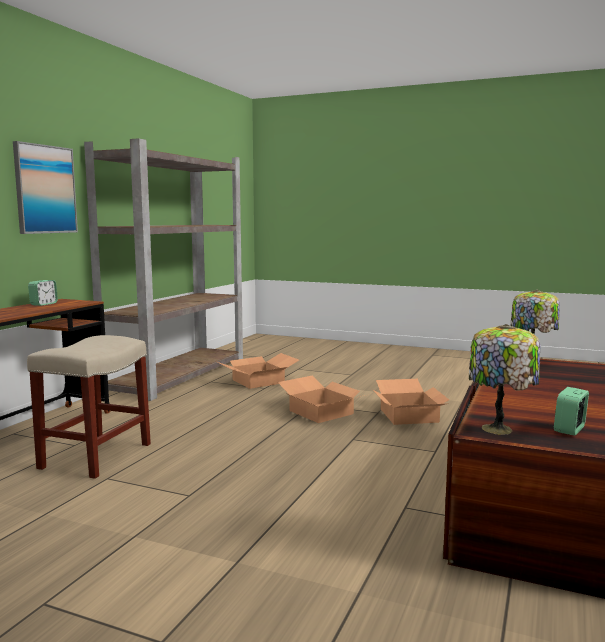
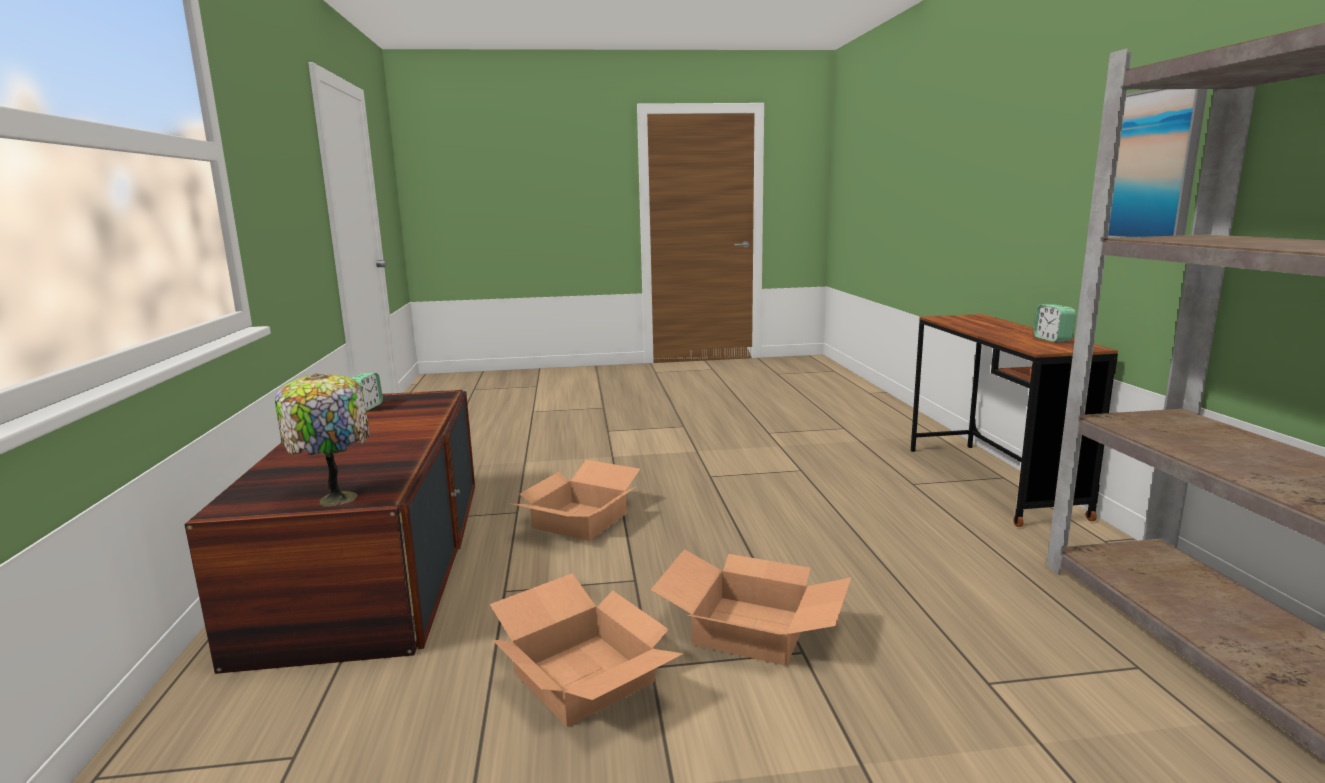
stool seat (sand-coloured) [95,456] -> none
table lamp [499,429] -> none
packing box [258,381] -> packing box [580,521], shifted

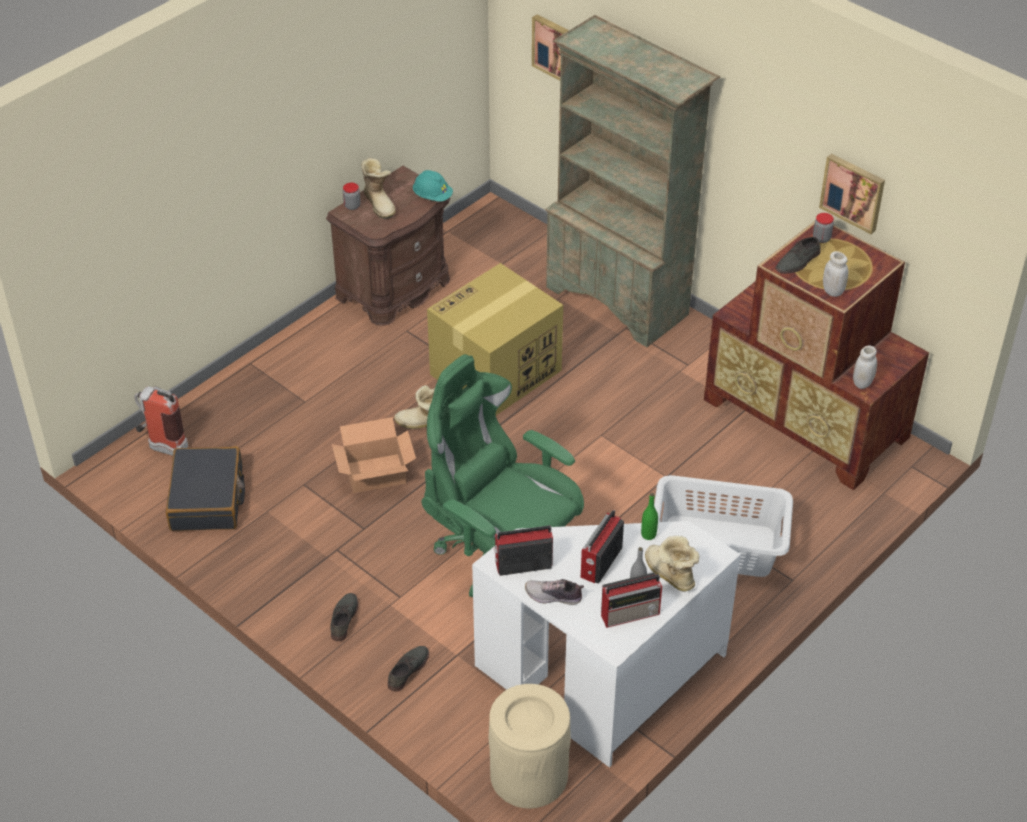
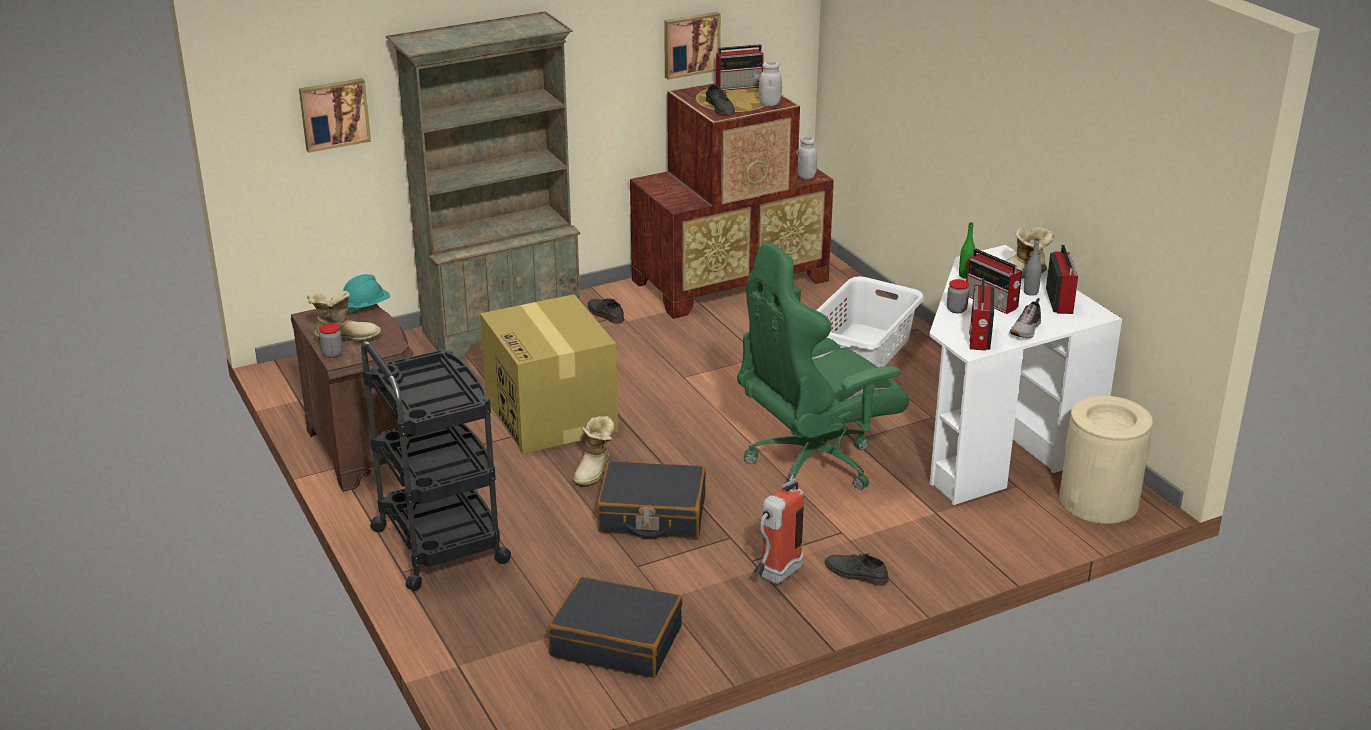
none -> trolley (black) [441,545]
none -> radio receiver [740,86]
fire extinguisher [162,446] -> fire extinguisher [775,577], shifted
shoe (greyish) [407,669] -> shoe (greyish) [605,314], shifted
jar [821,238] -> jar [956,309], shifted
packing box [376,473] -> suitcase (black) [652,515]

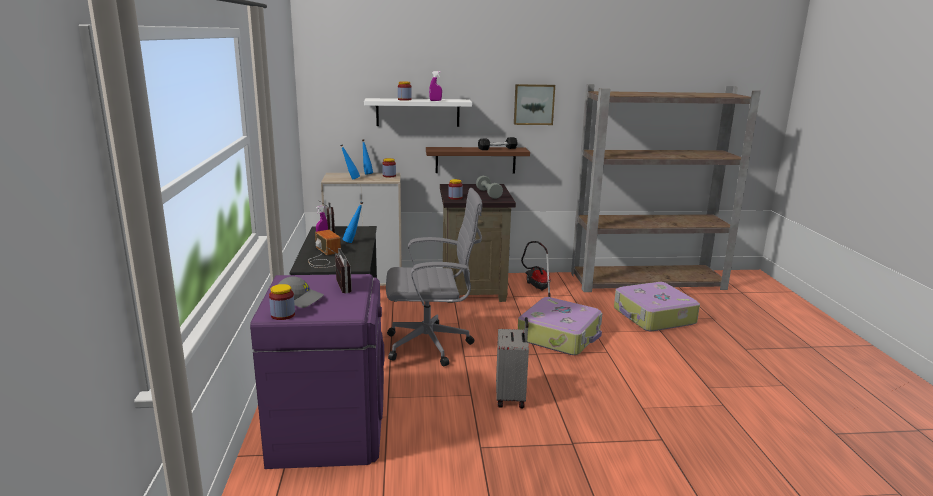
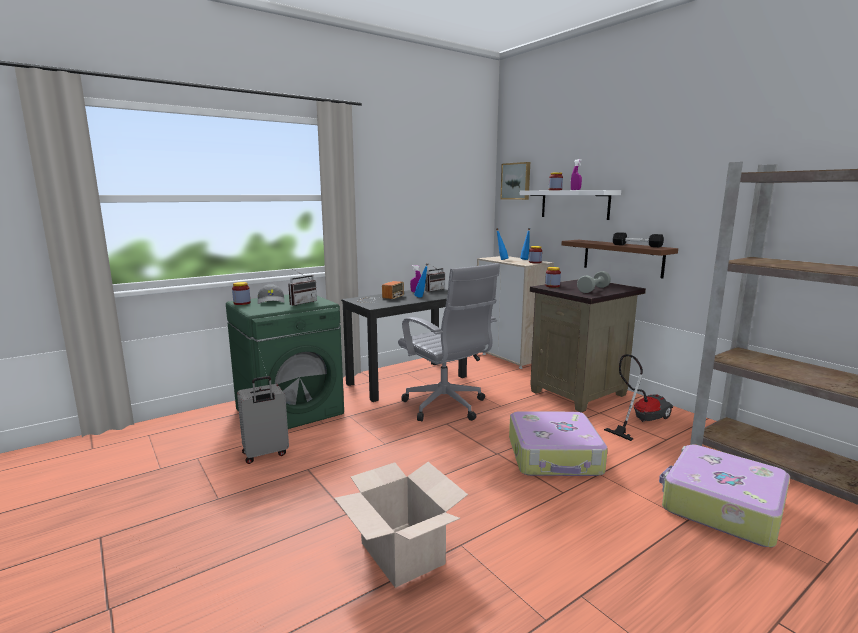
none -> packing box [403,553]
suitcase (greyish) [511,397] -> suitcase (greyish) [265,454], shifted
wall picture [533,104] -> wall picture [516,181], shifted
washing machine (purple-coloured) [330,429] -> washing machine (greenish) [292,411]

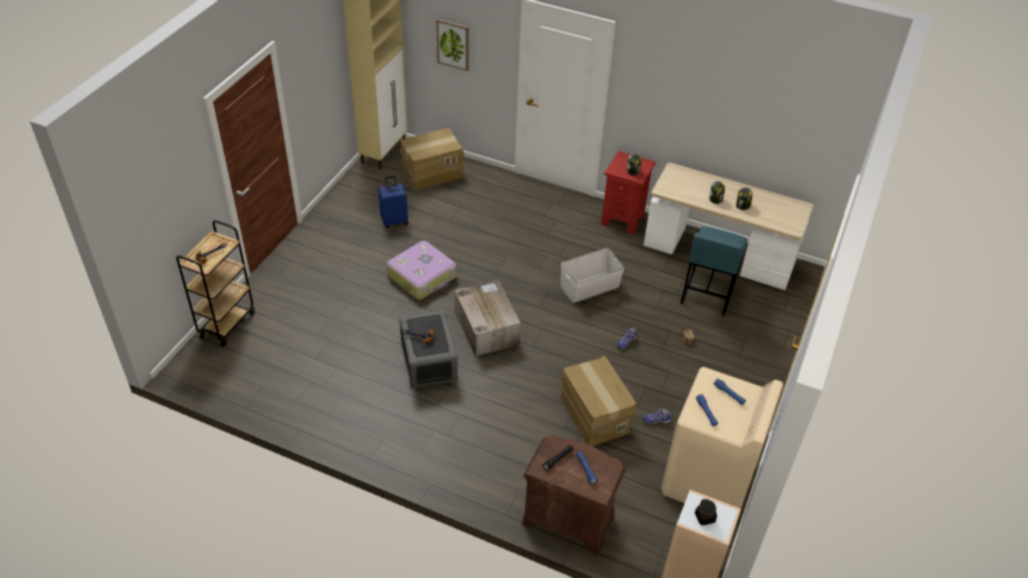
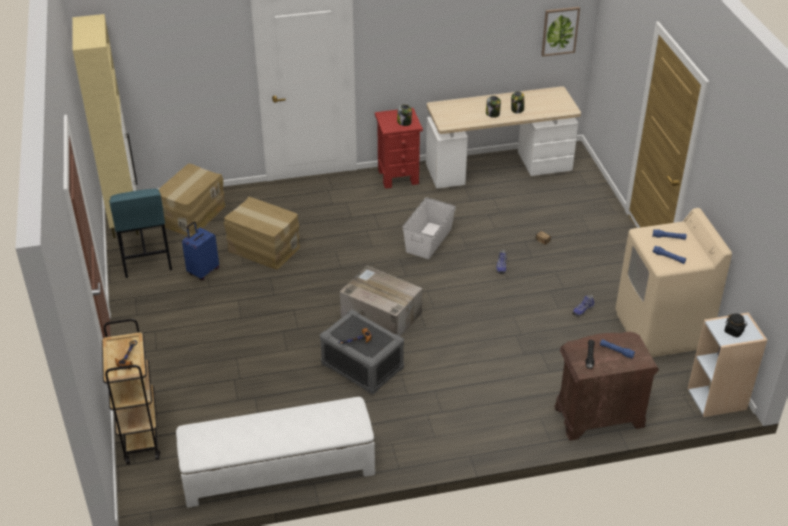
suitcase [423,276] -> none
none -> indoor bench (white-coloured) [277,469]
wall picture [453,44] -> wall picture [560,31], shifted
packing box [593,415] -> packing box [263,249], shifted
stool seat (blue) [707,294] -> stool seat (blue) [146,259], shifted

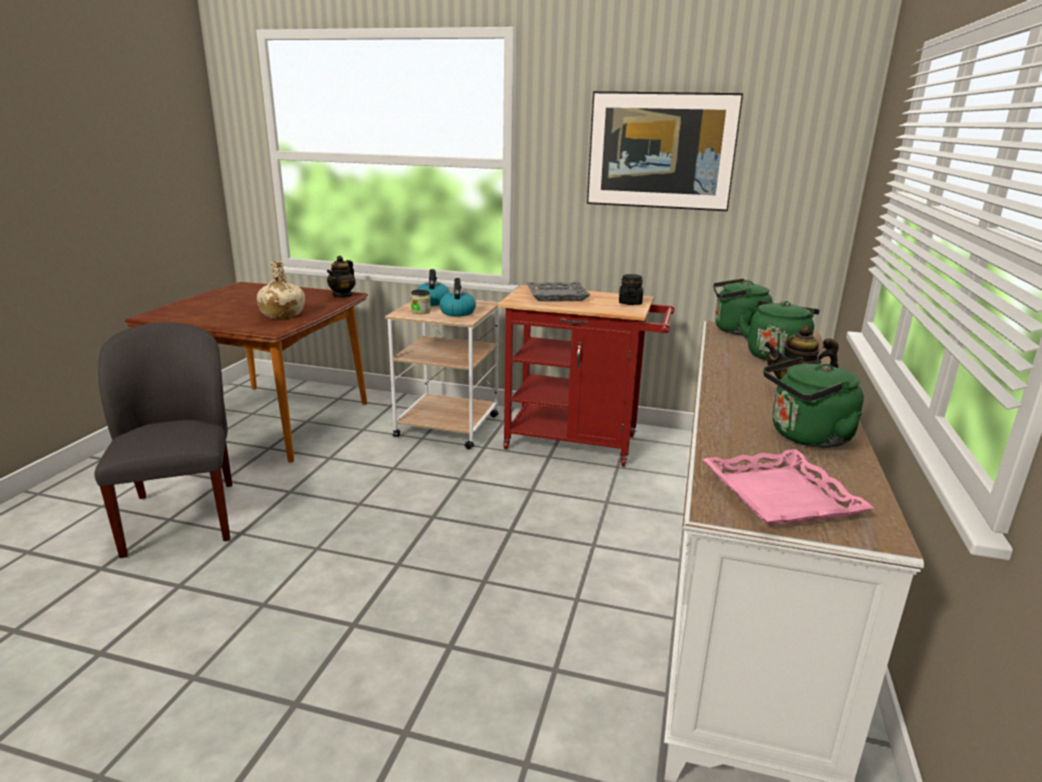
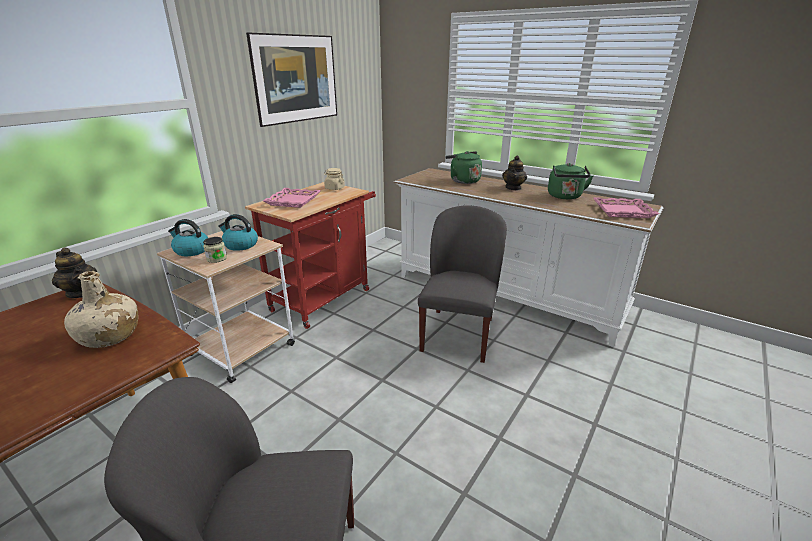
water kettle (greenish) [736,330] -> none
none -> upright chair (greyish) [458,333]
tray (greyish) [557,296] -> tray (pinkish) [293,201]
jar (black) [630,303] -> jar (sand-coloured) [334,188]

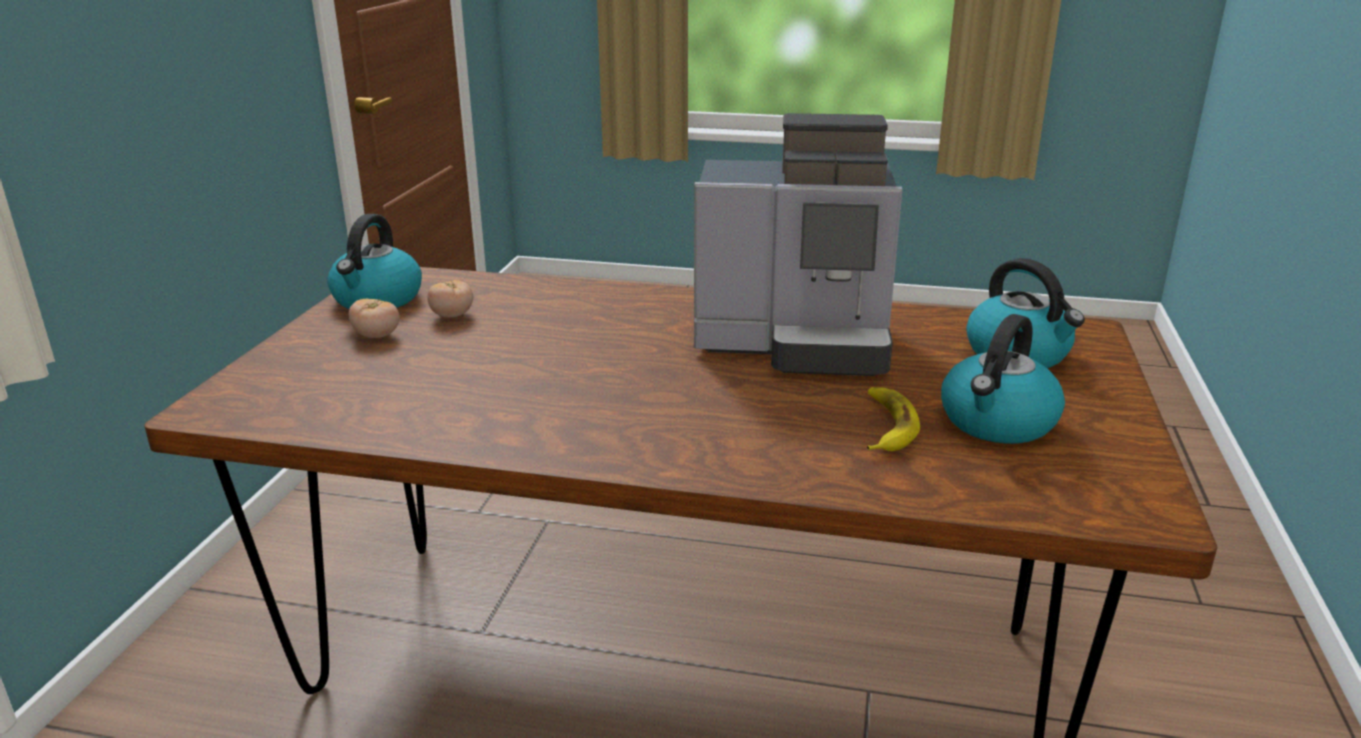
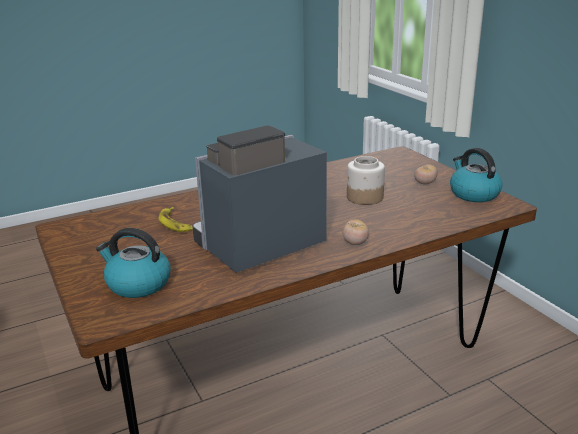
water kettle [997,422] -> none
none -> jar [364,197]
fresh tomato [452,316] -> fresh tomato [355,243], shifted

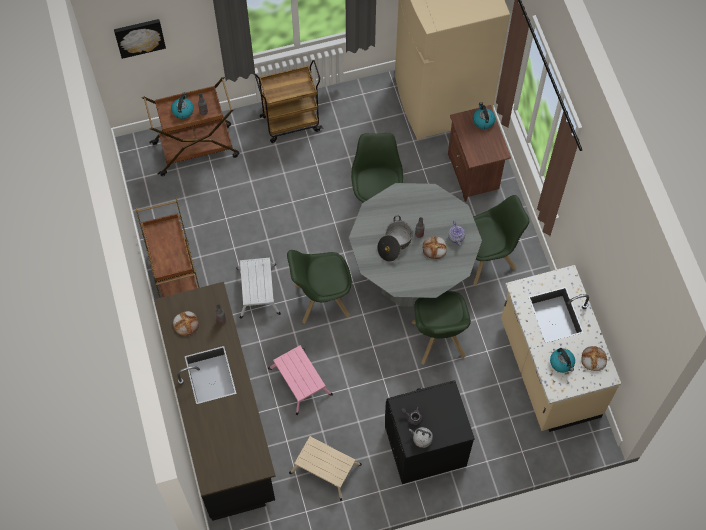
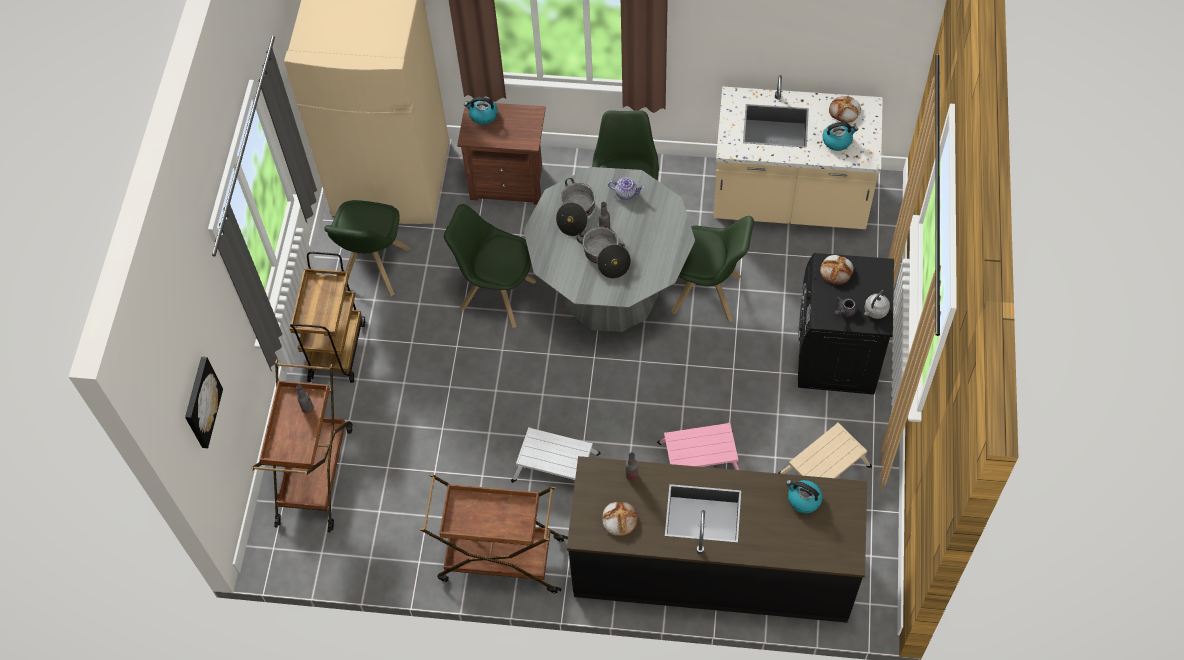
none -> saucepot [576,214]
water kettle [183,110] -> water kettle [803,499], shifted
upright chair (greenish) [321,300] -> upright chair (greenish) [374,268], shifted
bread [434,248] -> bread [836,271], shifted

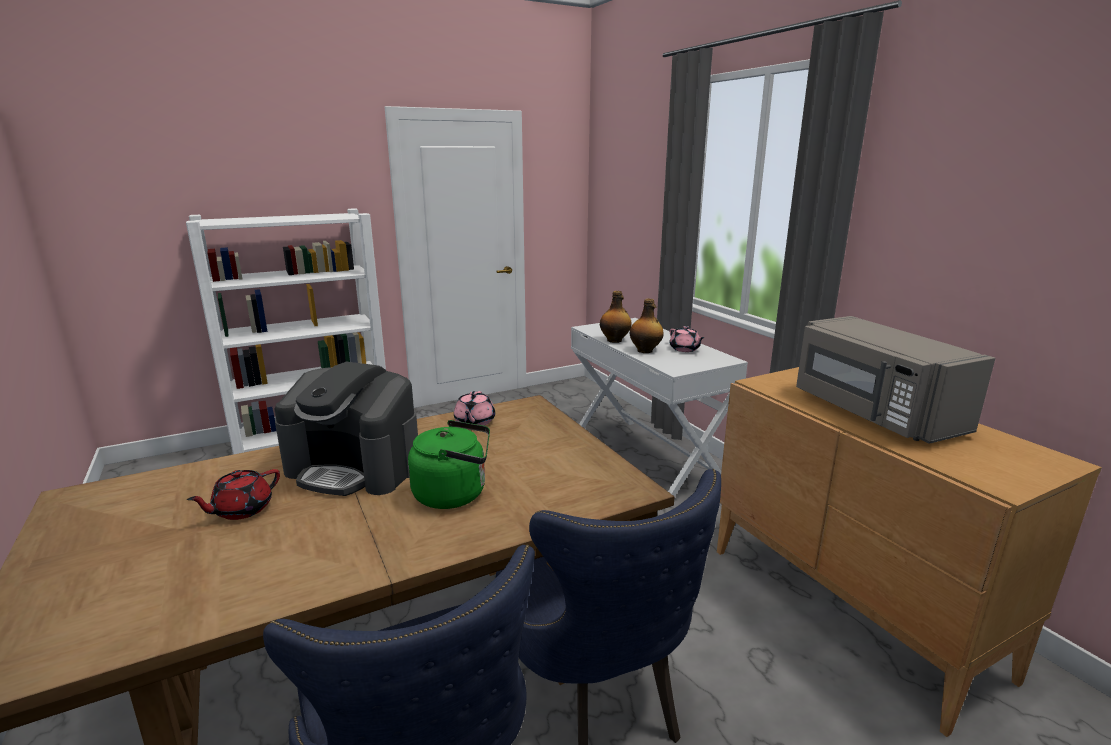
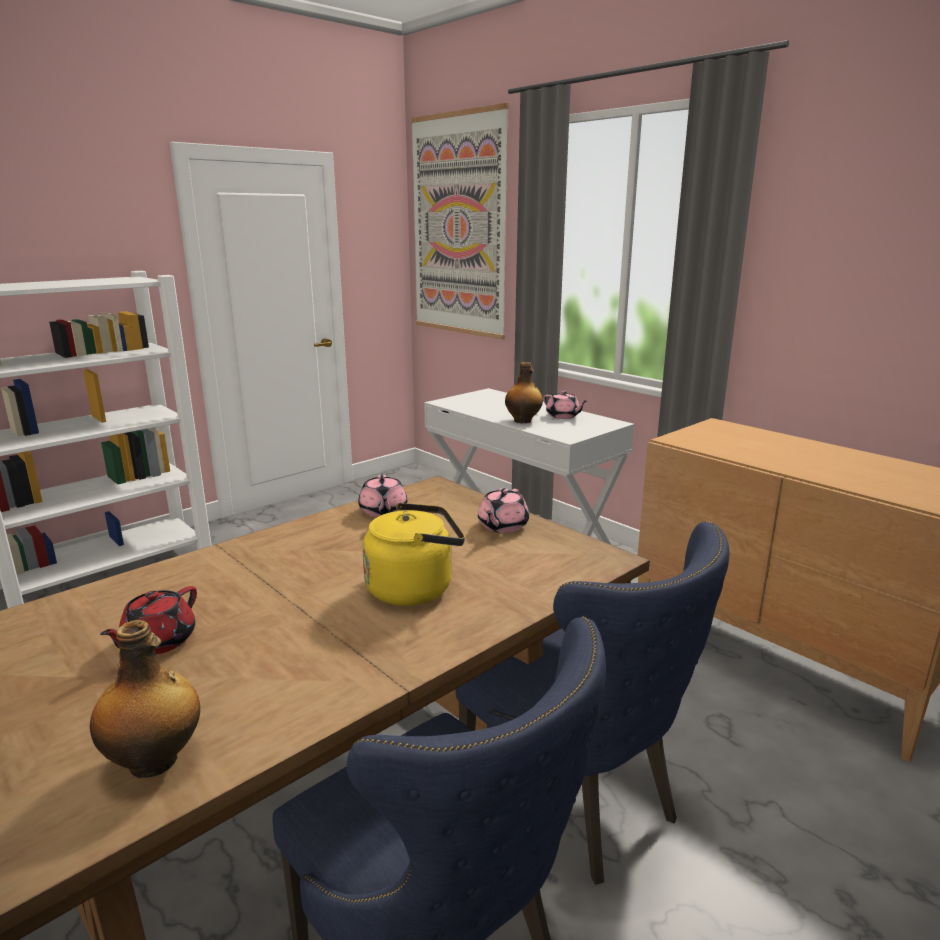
coffee machine [355,467] -> none
kitchen microwave (greyish) [873,413] -> none
none -> wall picture [458,226]
none -> pot for tea (pinkish) [502,526]
beverage bottle [615,340] -> beverage bottle [155,761], shifted
water kettle (greenish) [455,494] -> water kettle (yellow-coloured) [415,588]

